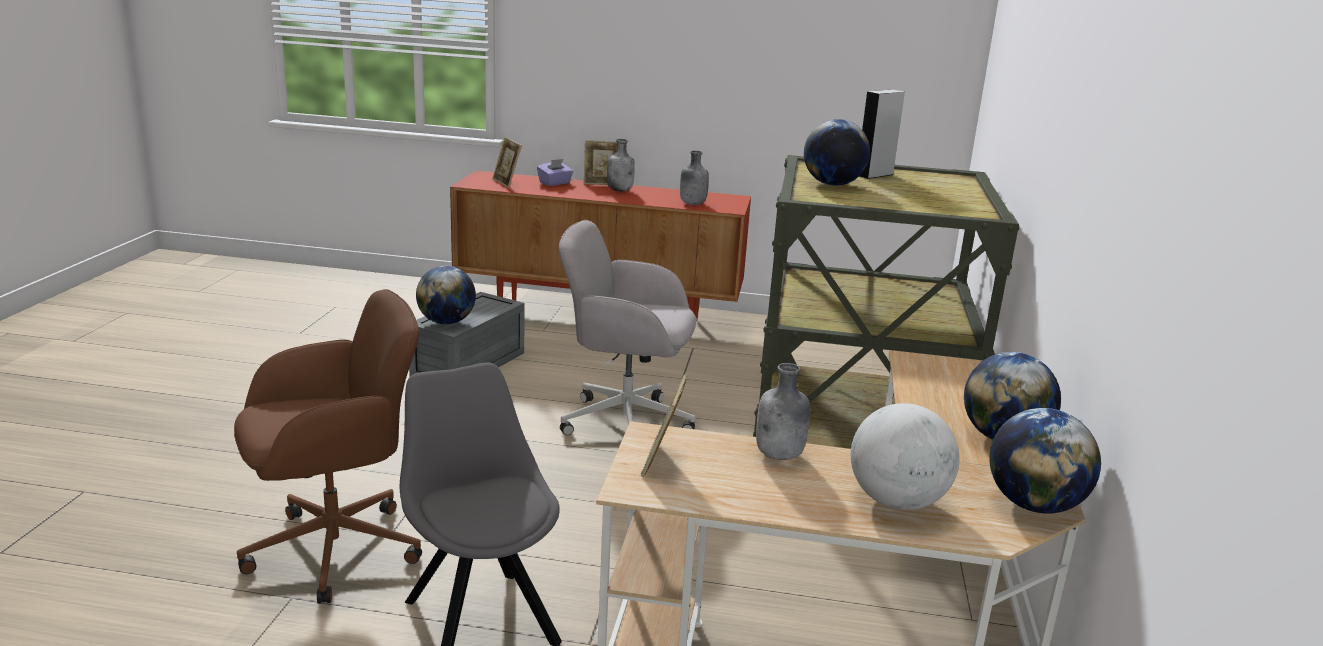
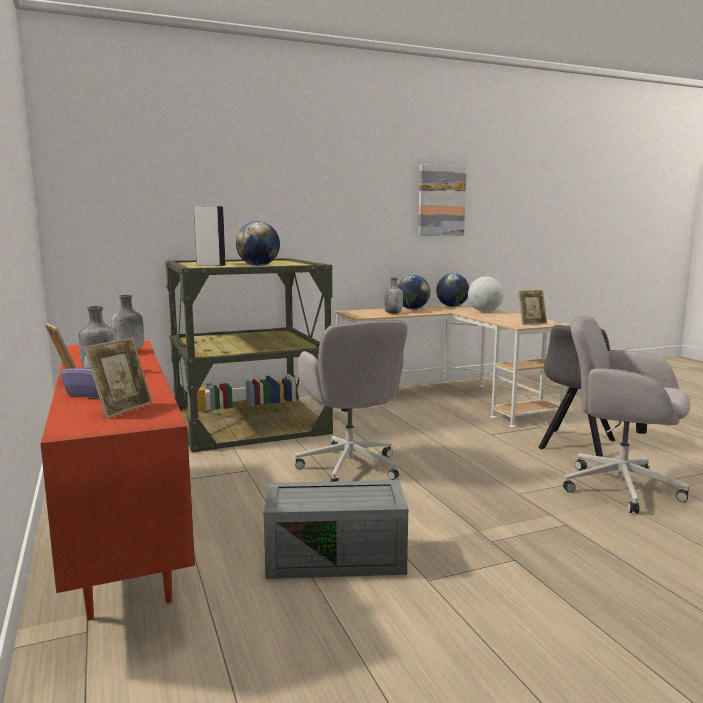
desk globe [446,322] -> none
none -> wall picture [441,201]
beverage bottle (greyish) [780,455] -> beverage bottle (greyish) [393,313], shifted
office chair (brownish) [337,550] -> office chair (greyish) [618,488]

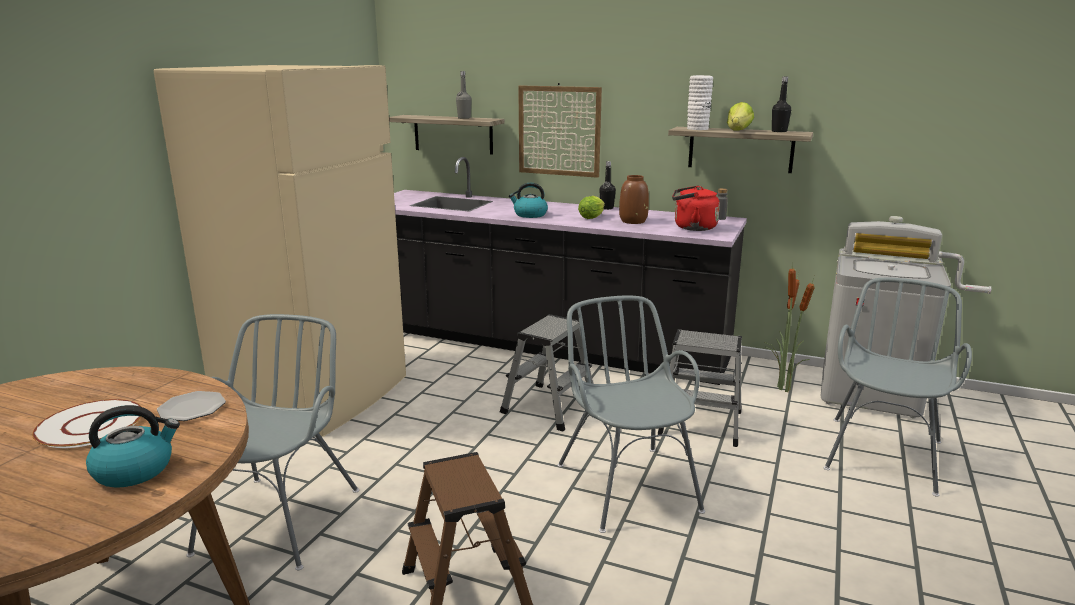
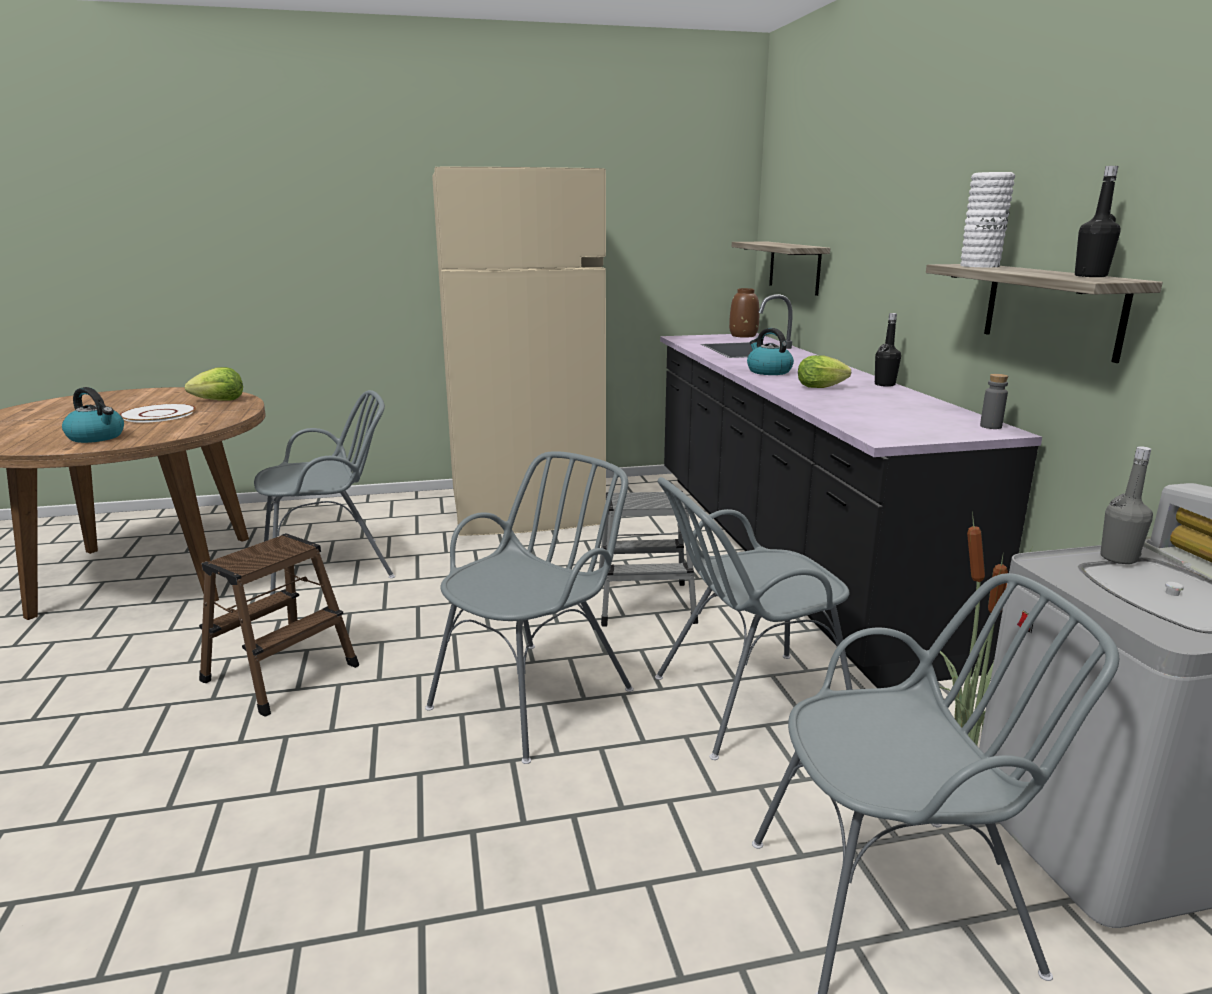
plate [191,409] -> none
wall picture [559,129] -> none
water kettle (reddish) [692,227] -> none
beverage bottle (greyish) [464,118] -> beverage bottle (greyish) [1118,558], shifted
vase (brownish) [632,221] -> vase (brownish) [743,335], shifted
head of lettuce [738,130] -> head of lettuce [219,401], shifted
step stool (greyish) [700,422] -> upright chair (greyish) [745,702]

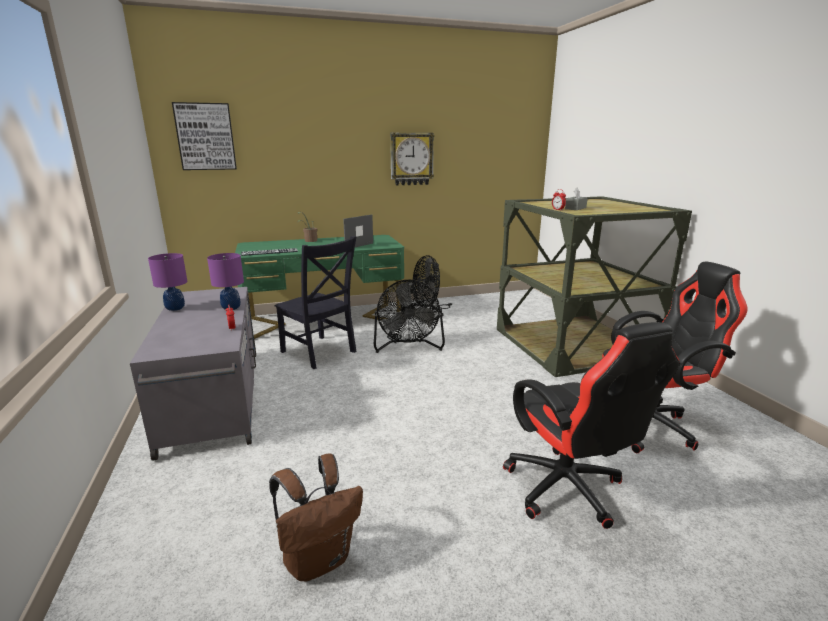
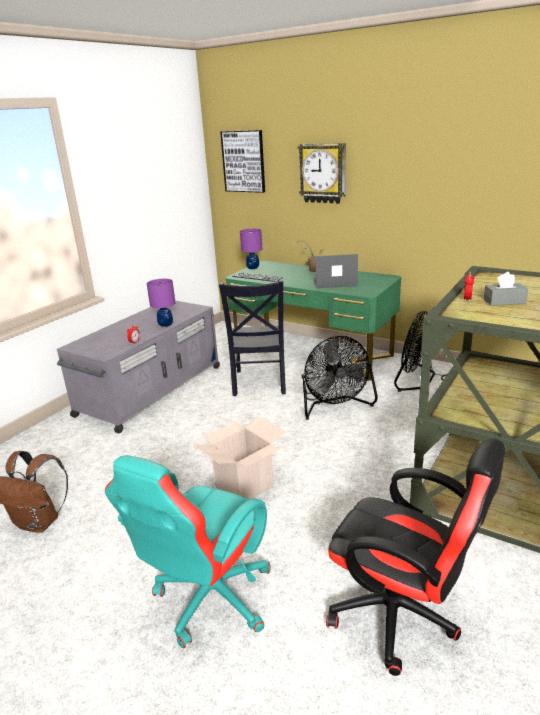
none -> packing box [244,486]
table lamp (purple-coloured) [176,308] -> table lamp (purple-coloured) [253,268], shifted
hanging clock [411,159] -> hanging clock [323,173], shifted
office chair (black) [569,494] -> office chair (blue-green) [207,604]
fan (black) [405,346] -> fan (black) [332,406], 60 degrees counterclockwise

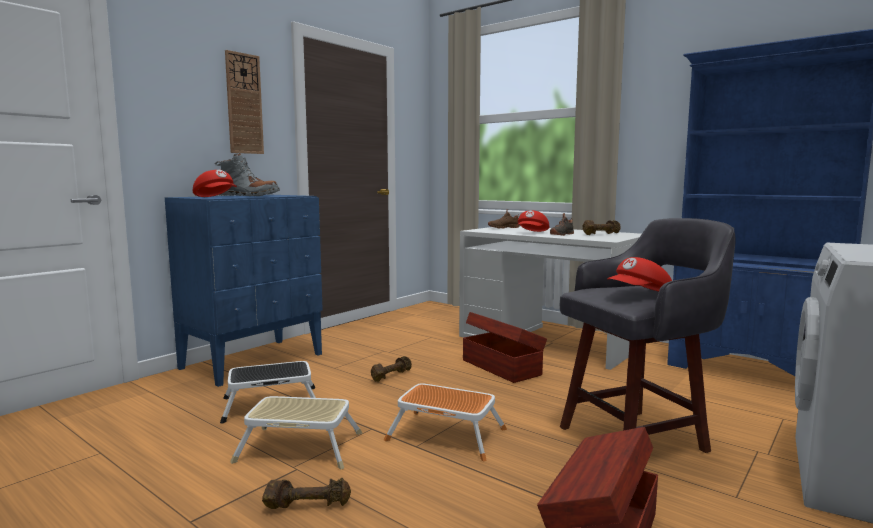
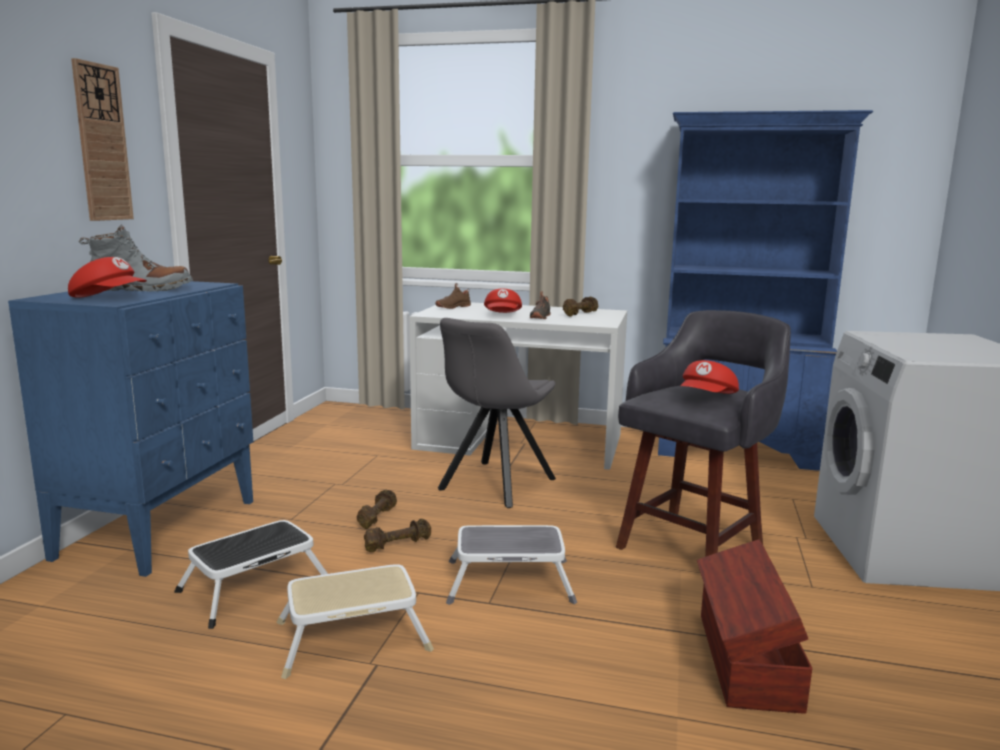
dumbbell (brownish) [308,505] -> dumbbell (brownish) [397,545], shifted
storage box (brownish) [501,367] -> upright chair (greyish) [496,484]
step stool (orangey) [446,435] -> step stool (greyish) [509,581]

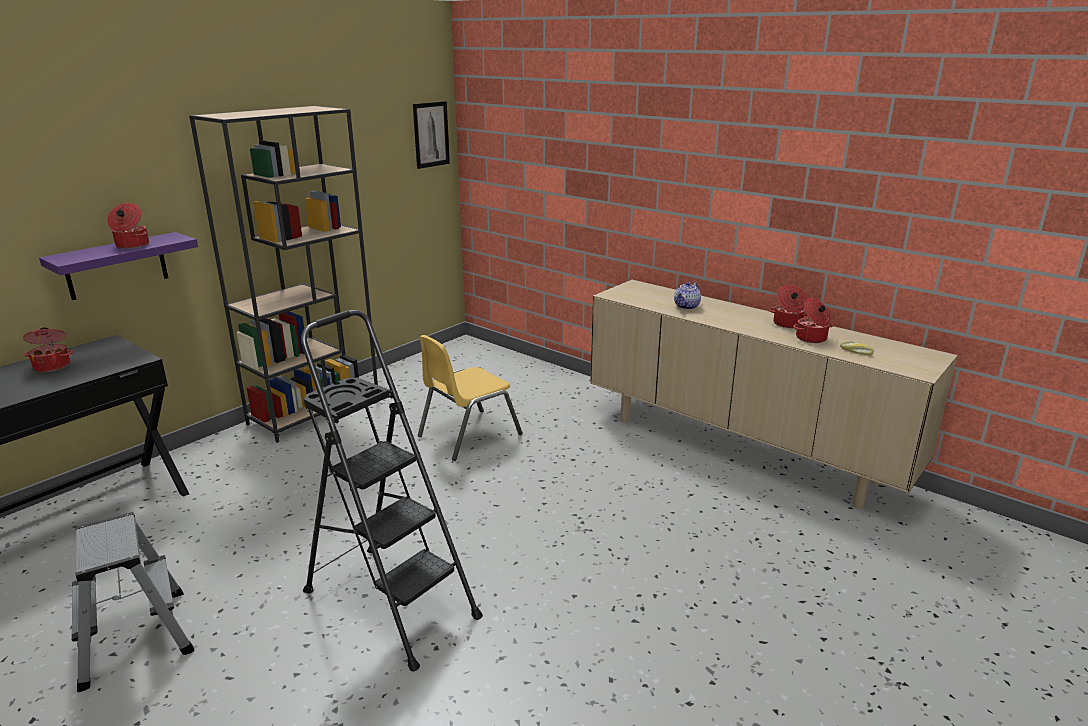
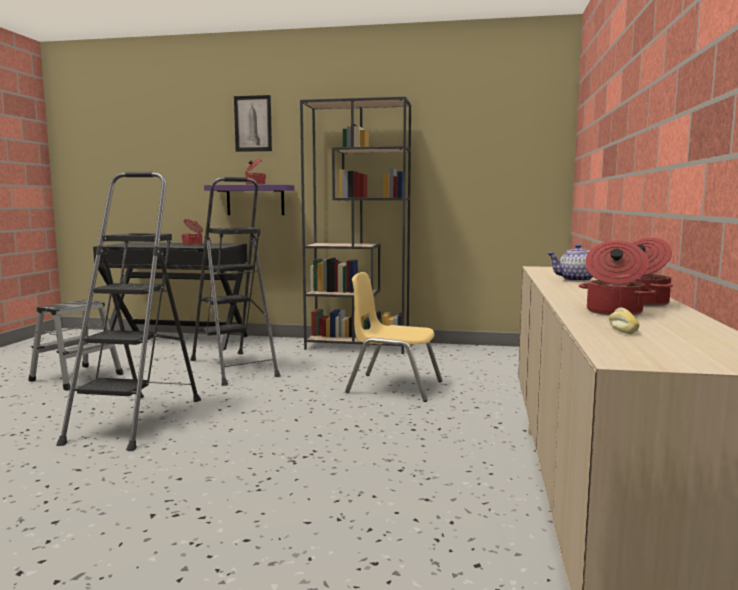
none -> step stool [233,368]
wall picture [431,134] -> wall picture [253,123], shifted

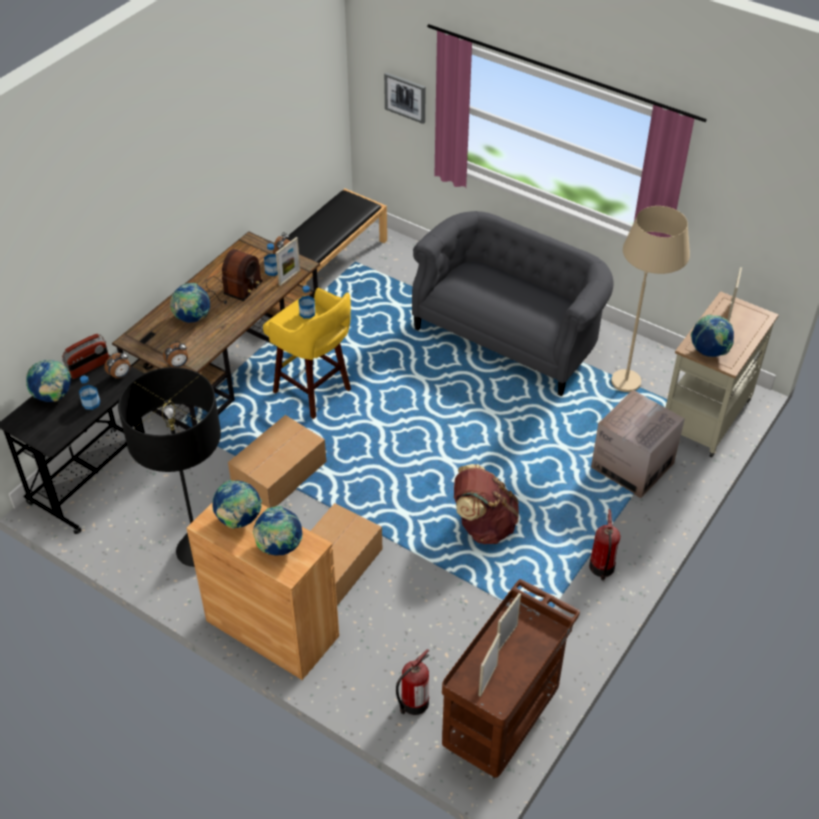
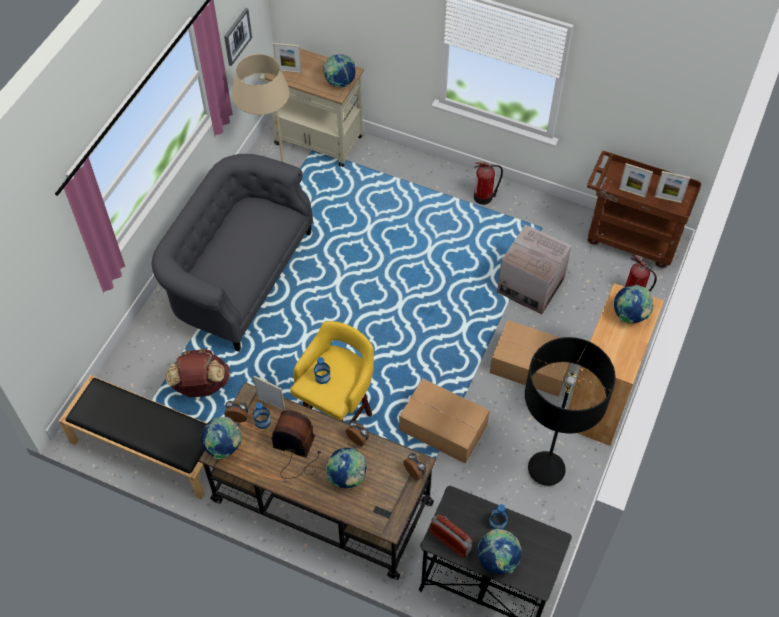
bedside clock [120,375] -> bedside clock [358,439], shifted
desk globe [239,520] -> desk globe [224,447], shifted
wall picture [405,97] -> wall picture [237,36], shifted
rucksack (brownish) [483,525] -> rucksack (brownish) [201,386], shifted
packing box [632,465] -> packing box [530,285], shifted

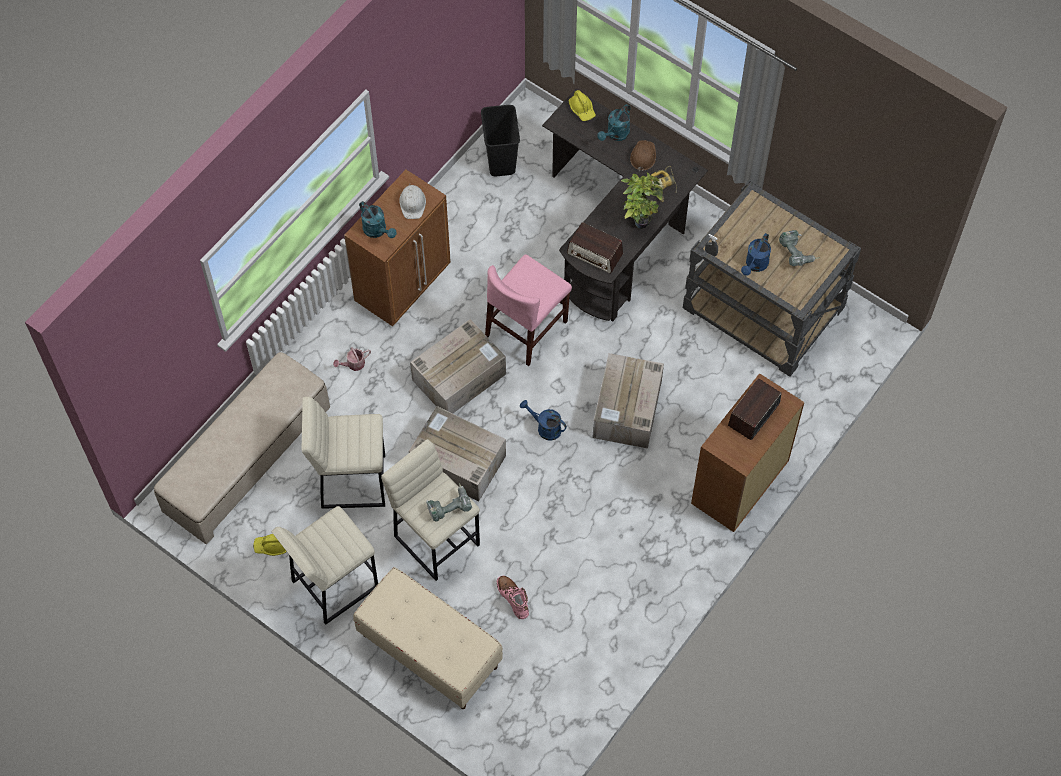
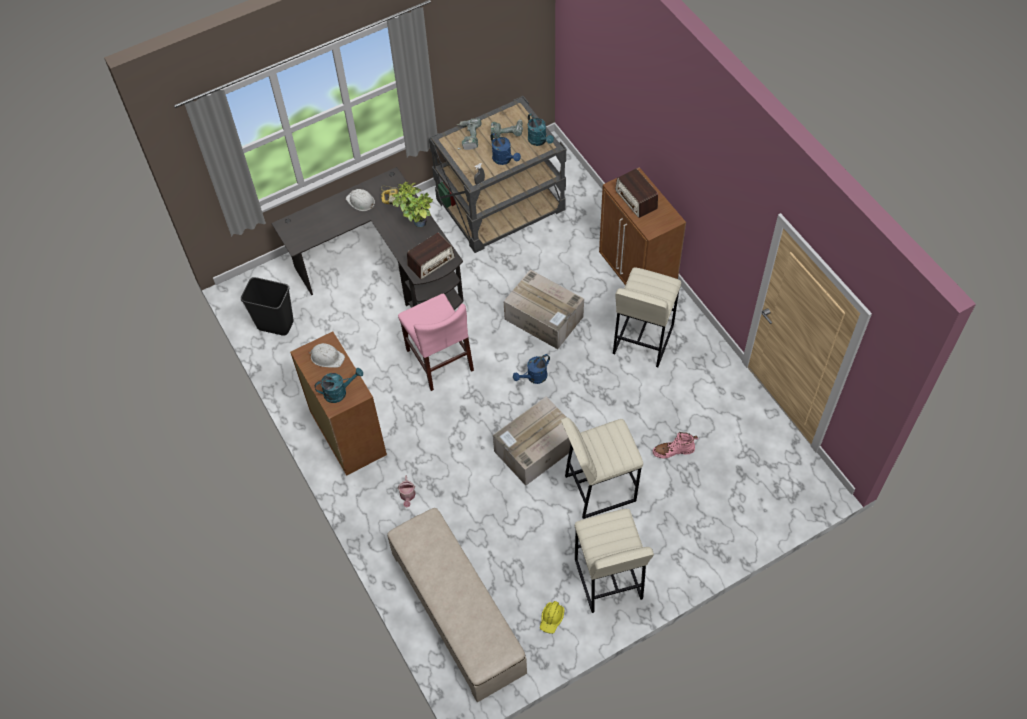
indoor bench (sand-coloured) [429,651] -> none
packing box [460,376] -> none
hard hat (yellow-coloured) [582,109] -> none
stool seat (sand-coloured) [351,481] -> stool seat (sand-coloured) [642,341], shifted
electric drill [449,506] -> electric drill [468,138], shifted
sprinkling can (blue-green) [615,135] -> sprinkling can (blue-green) [539,141], shifted
hard hat (brownish) [643,156] -> hard hat (white-coloured) [361,201]

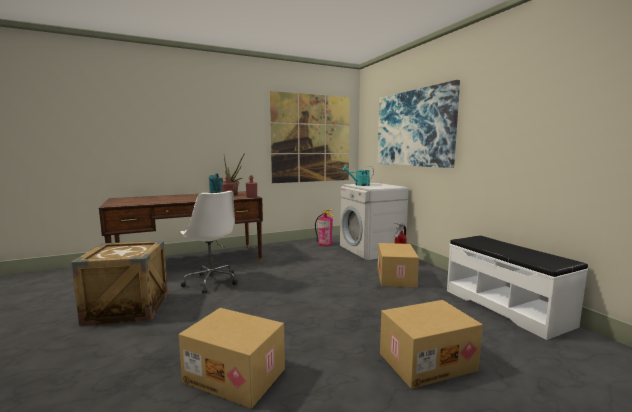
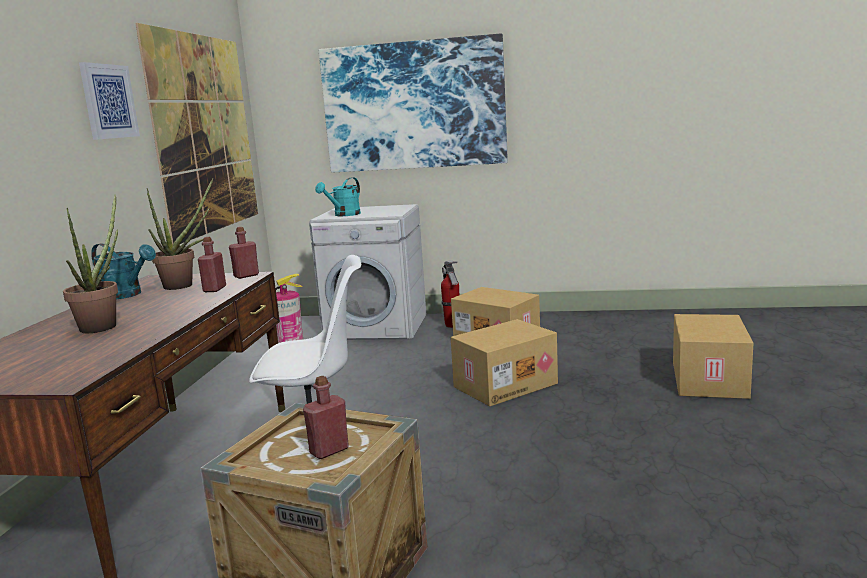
indoor bench (white-coloured) [506,307] -> none
none -> houseplant [103,325]
none -> wall picture [108,101]
none -> beverage bottle (reddish) [329,451]
packing box [236,375] -> packing box [505,384], shifted

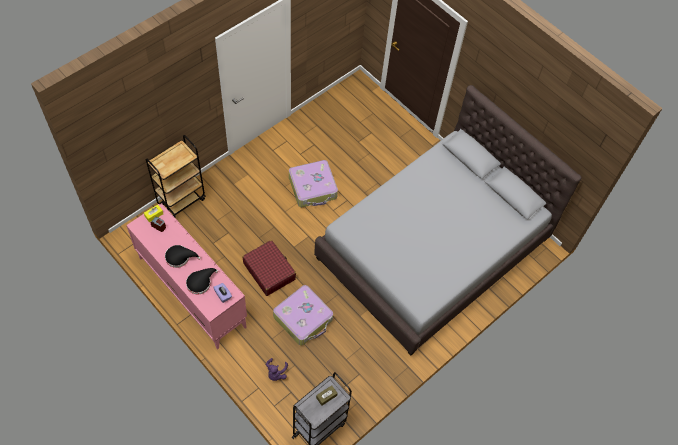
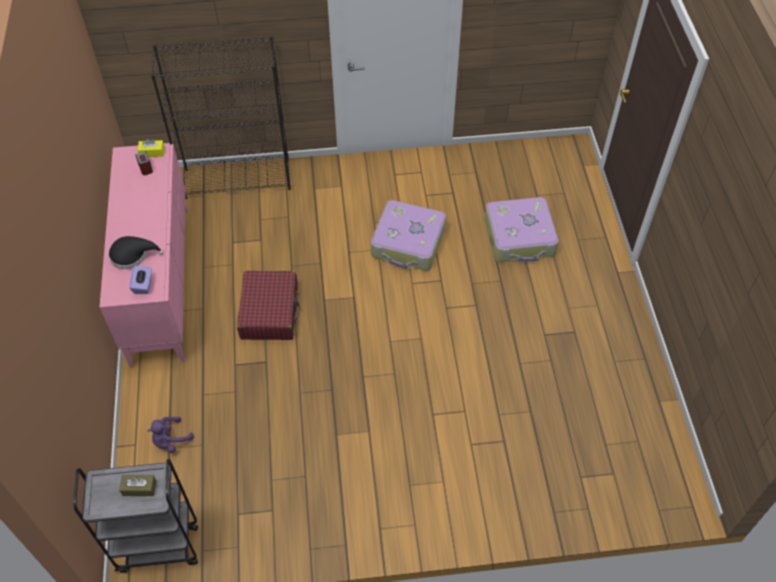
hat (black) [179,257] -> none
bedroom bed (greyish) [433,248] -> none
suitcase [303,318] -> suitcase [520,237], shifted
trolley (brownish) [182,202] -> shelving unit (black) [238,179]

